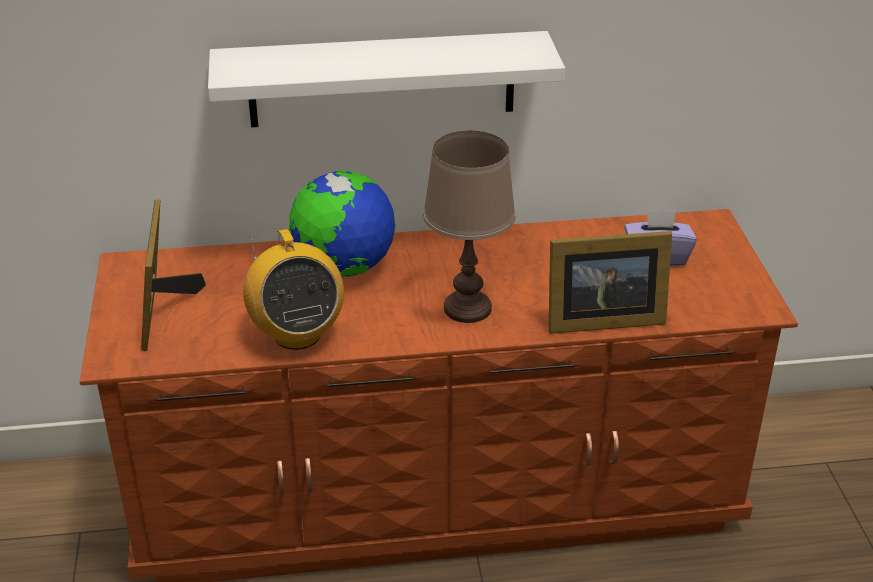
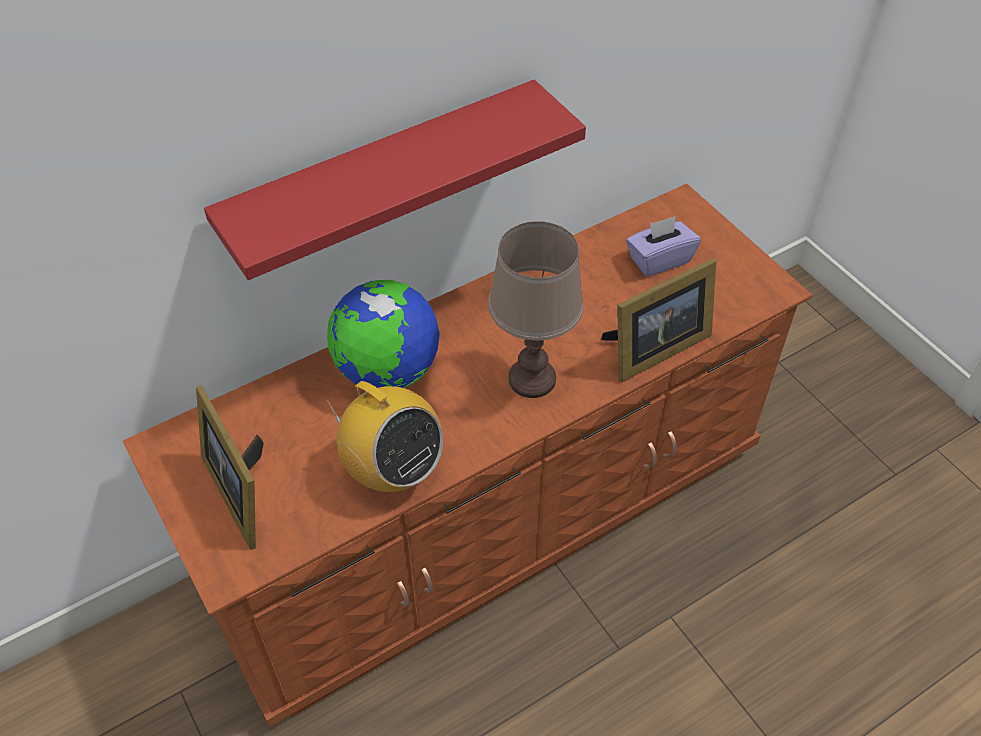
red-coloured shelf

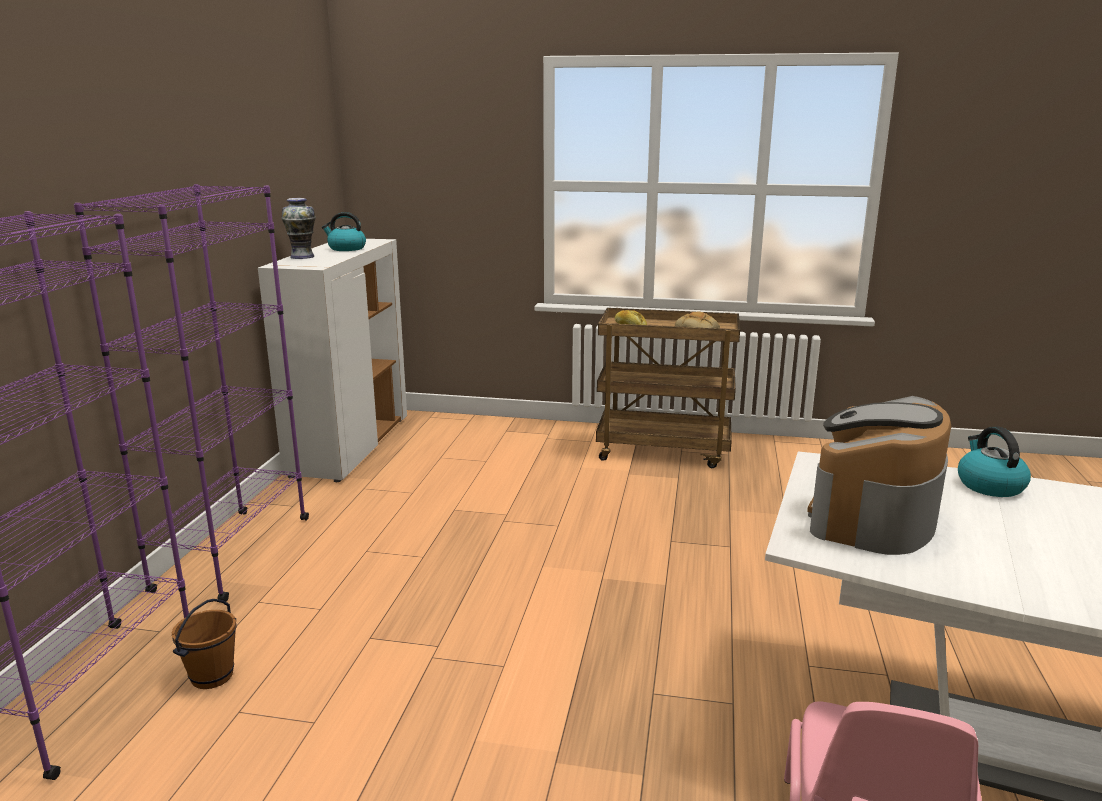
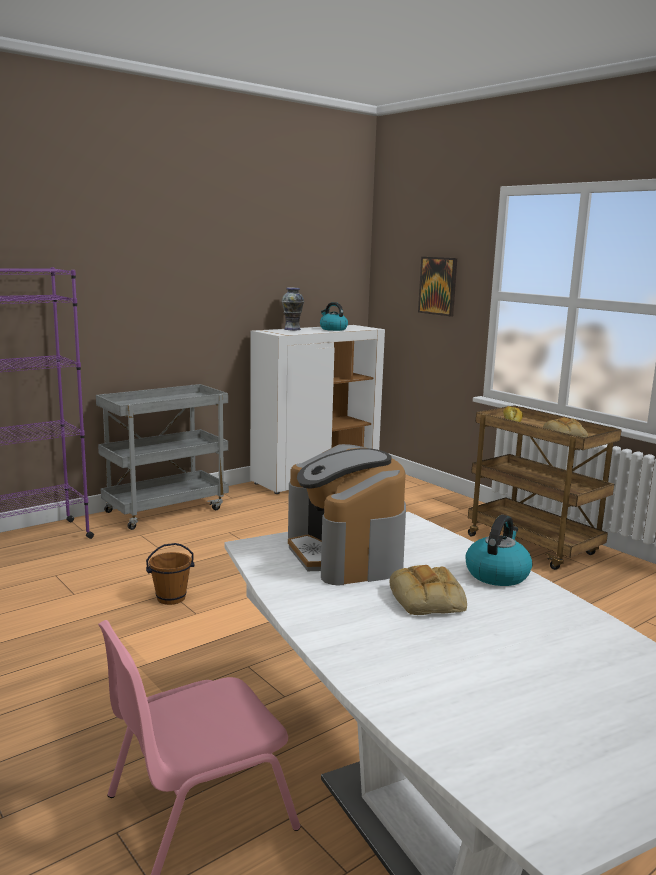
bakery bread (no. 1 from left)
wall art
brownish pail
grey trolley
coffee brewer

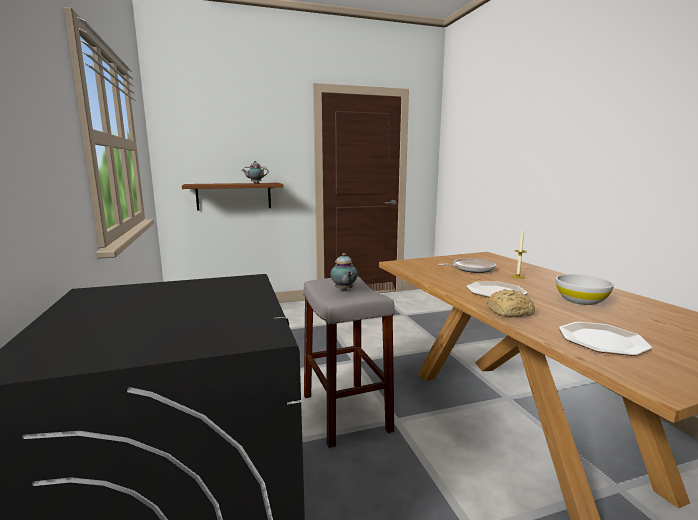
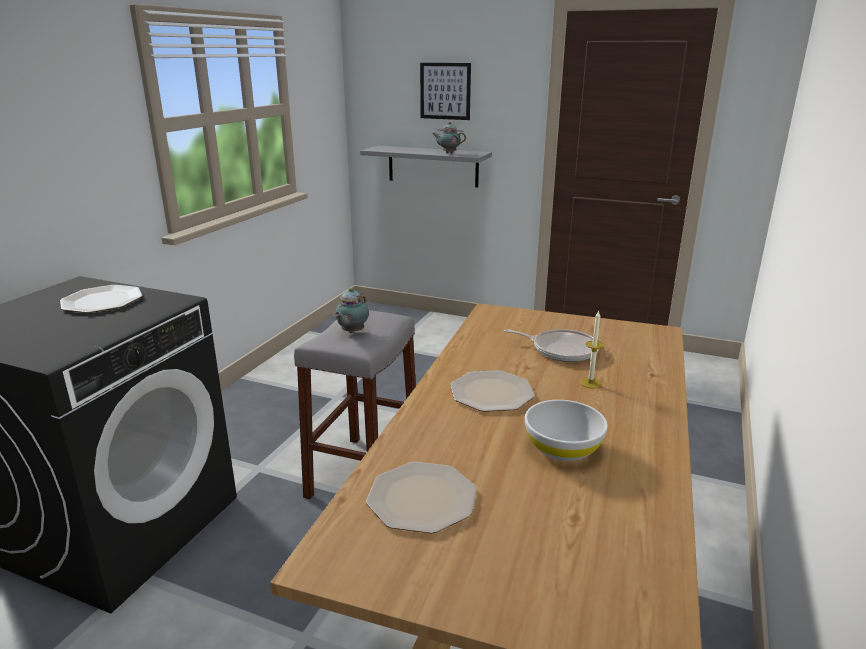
bakery bread
flat dish (no. 1 from left)
wall art
grey shelf

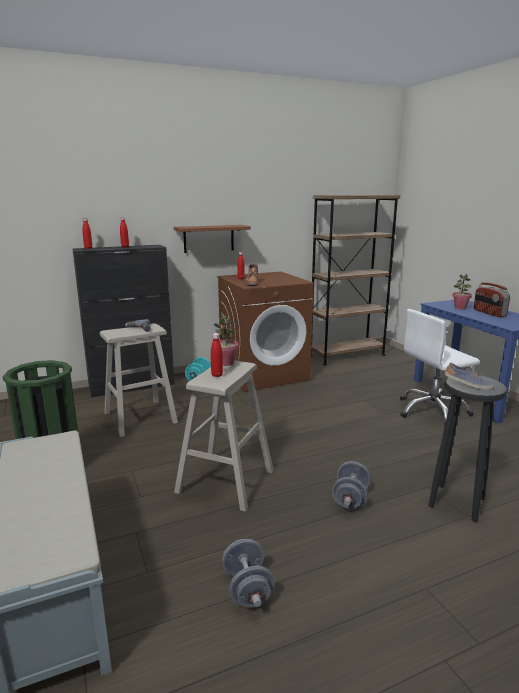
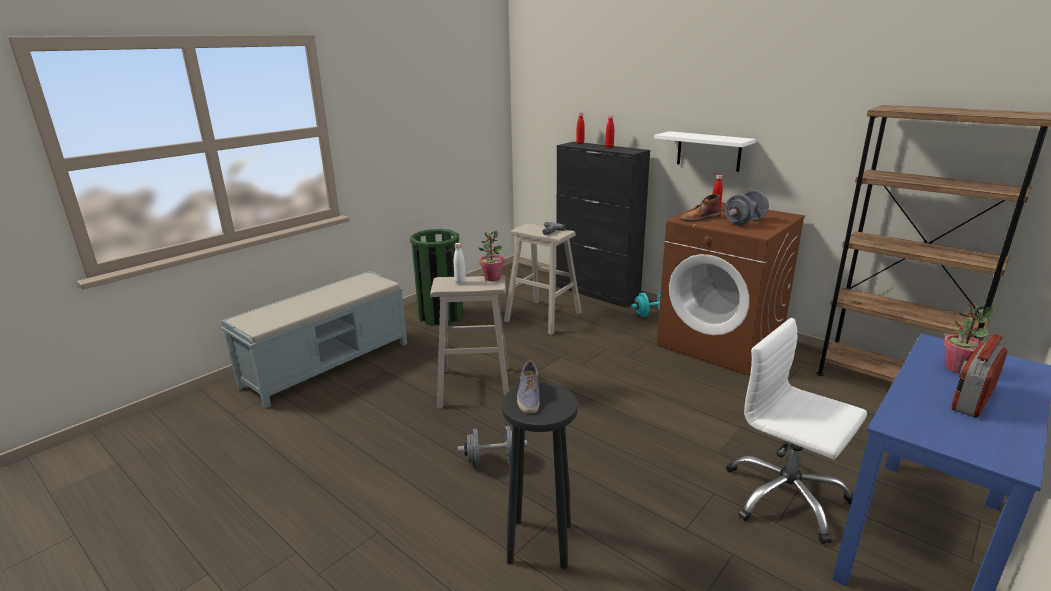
grey free weight (no. 2 from left)
whitish shelf
whitish bottle

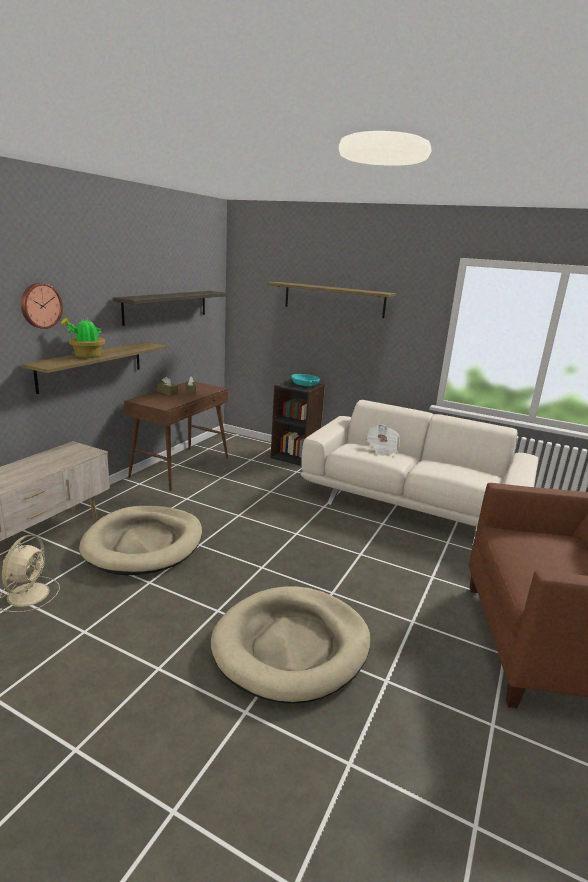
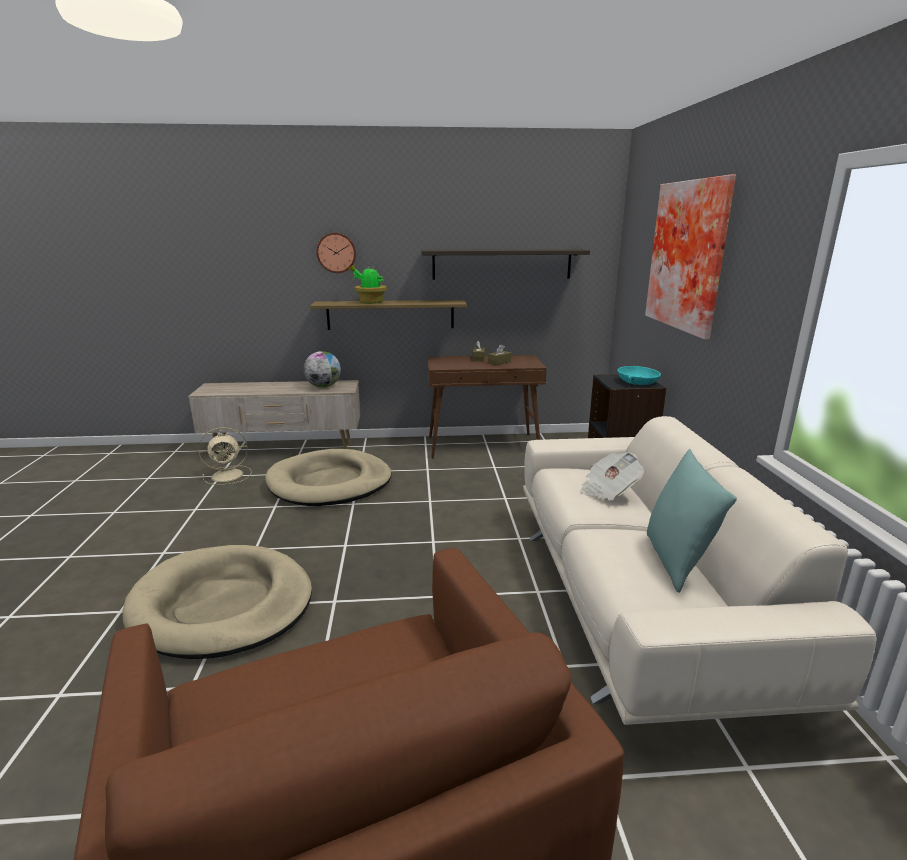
desk globe
turquoise-coloured pillow
wall art

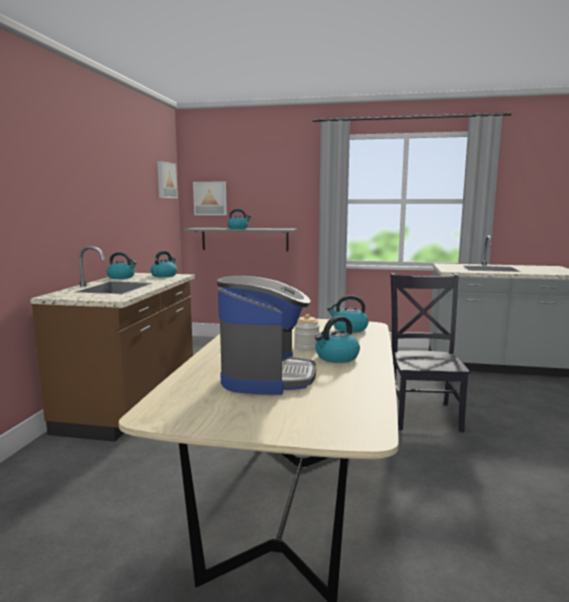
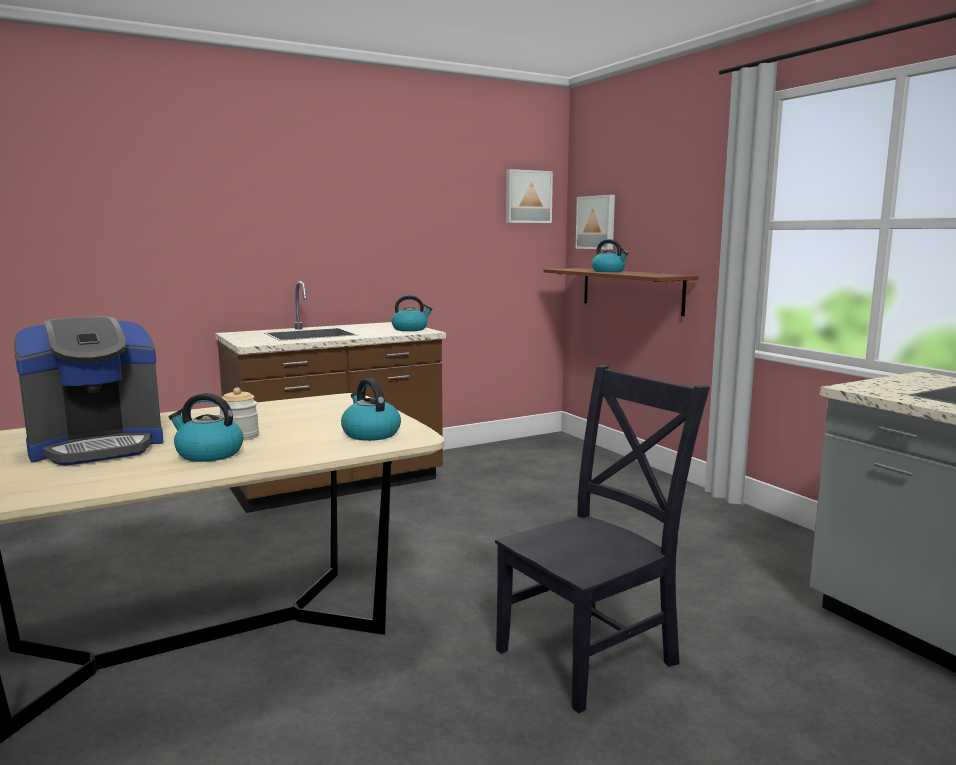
kettle (no. 1 from left in the first image)
brownish shelf

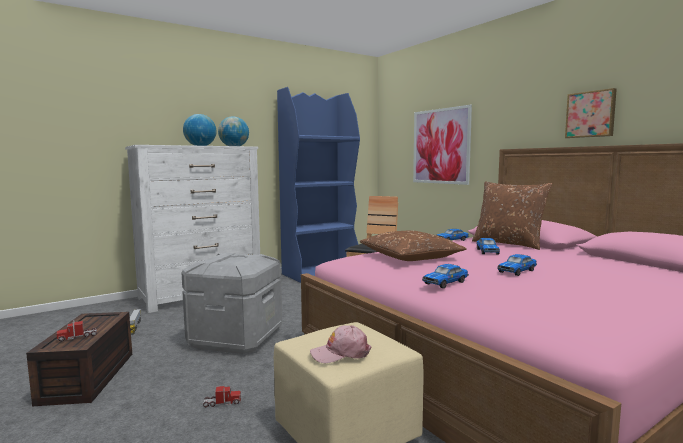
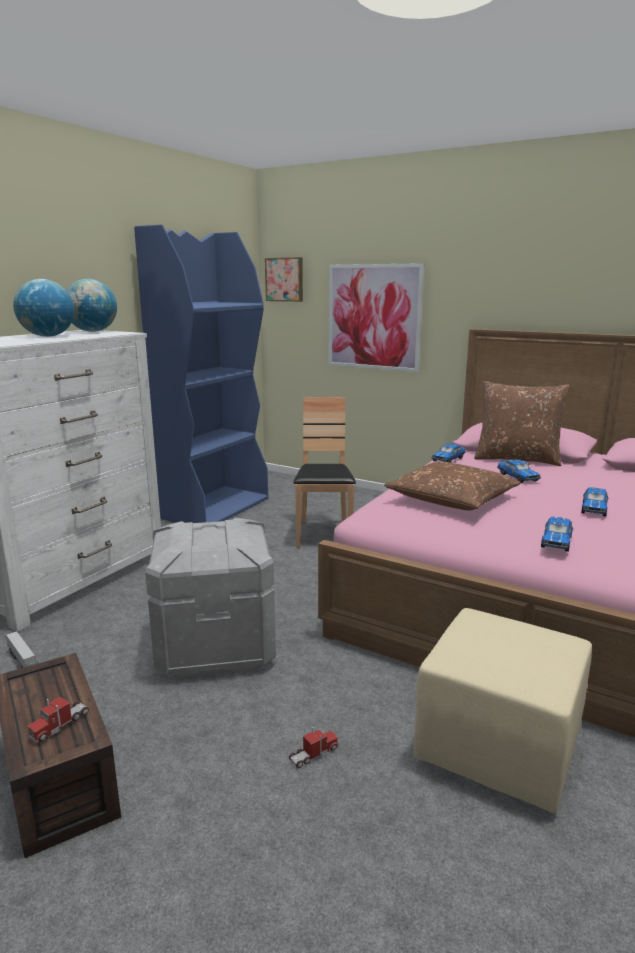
pink-coloured cap
wall art (no. 1 from left)

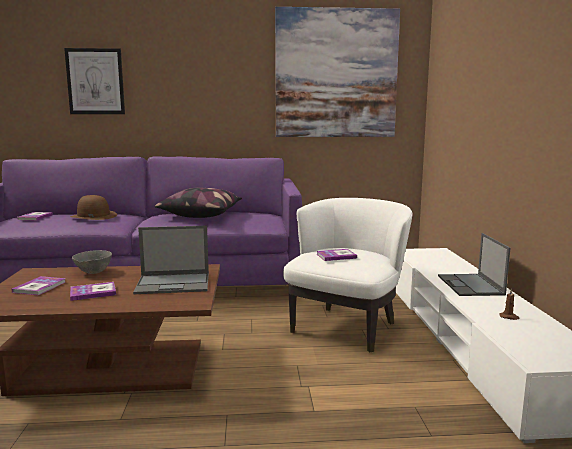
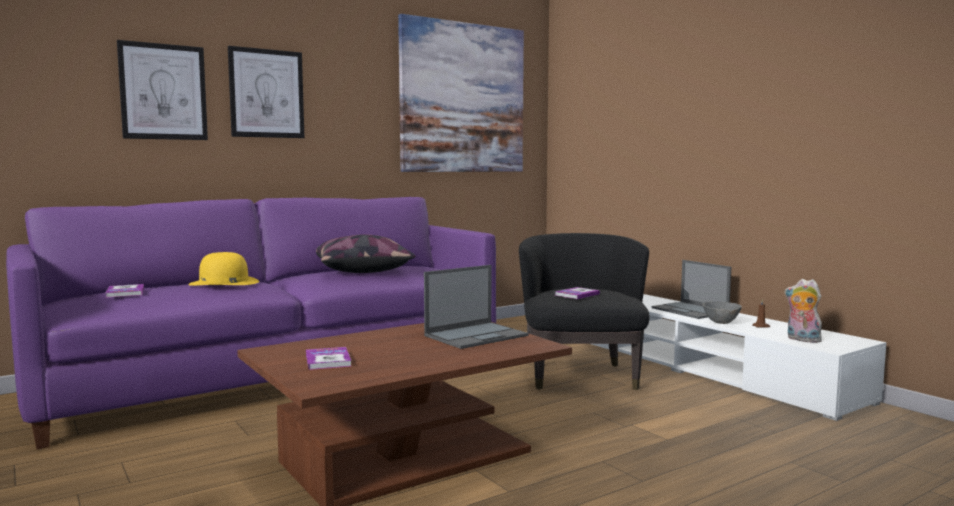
book (no. 3 from left in the first image)
wall art (no. 2 from left)
cuddly toy
grey serving bowl
yellow hat
blackish easy chair

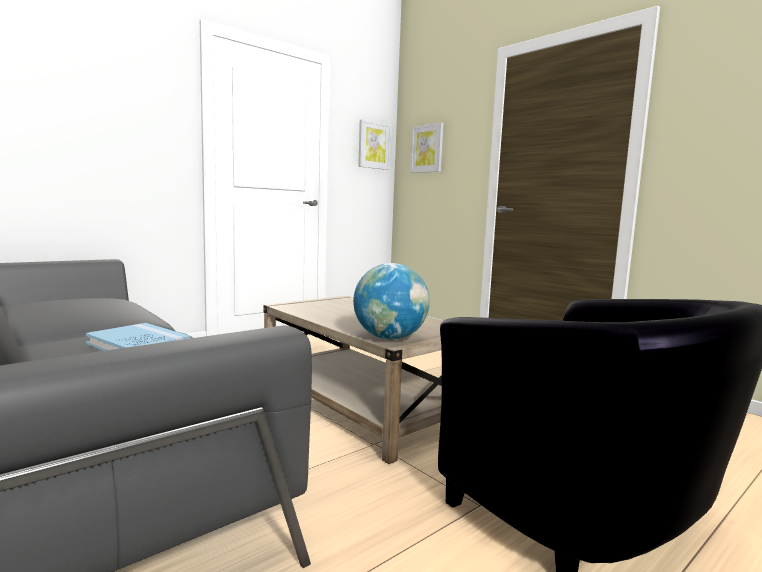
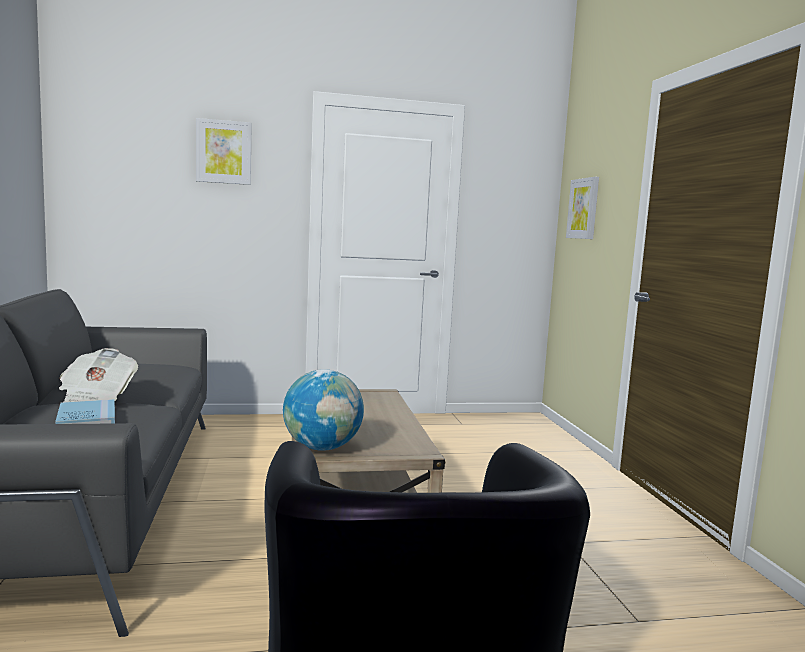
printed paper
wall art (no. 1 from left)

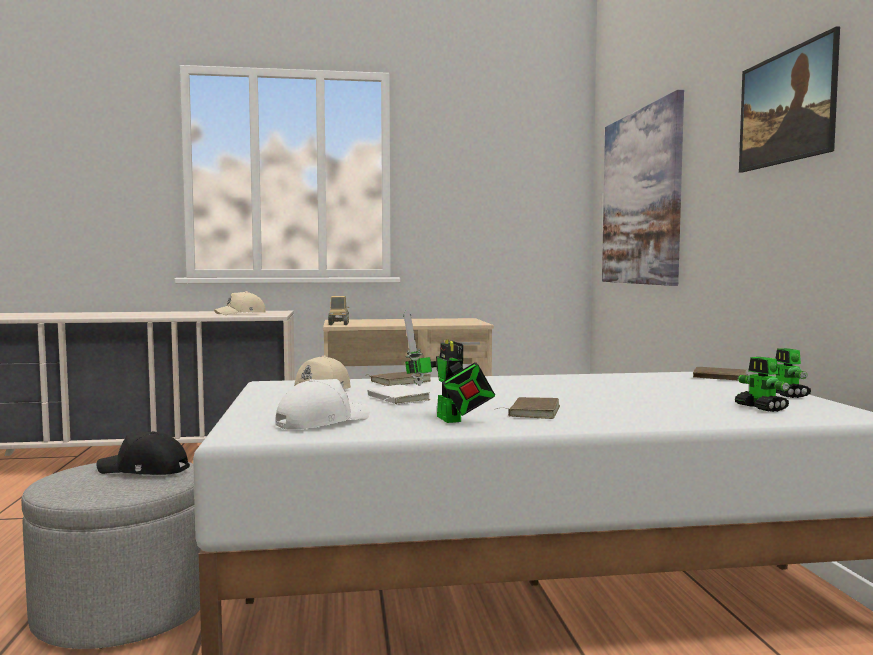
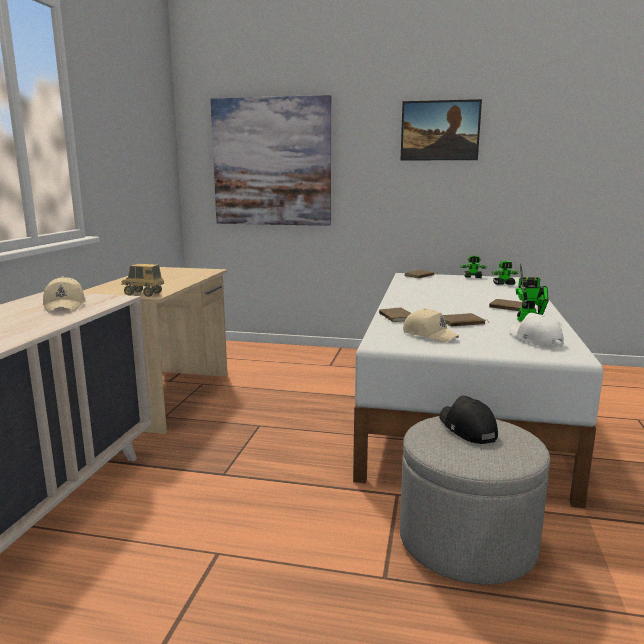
brownish book (no. 3 from left)
blackish cap

